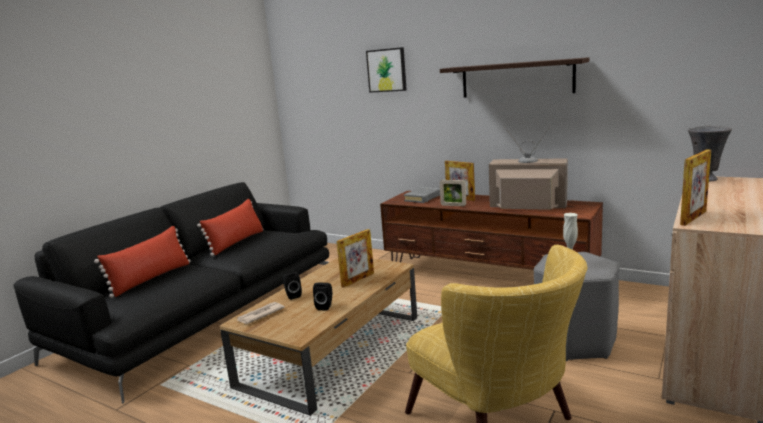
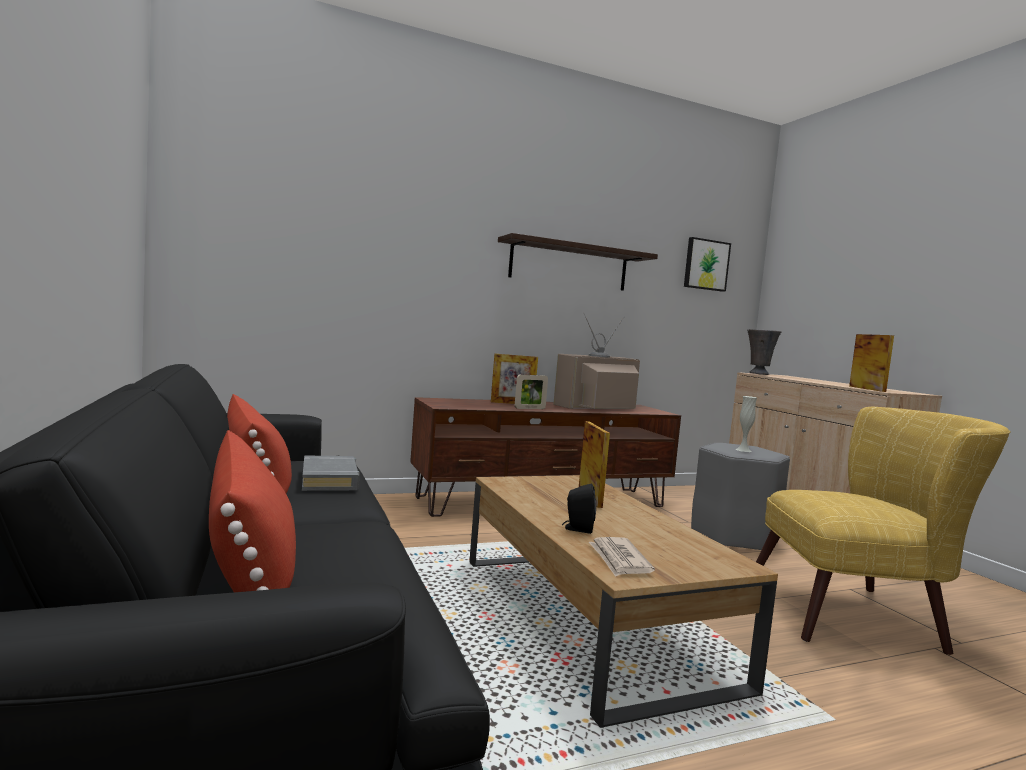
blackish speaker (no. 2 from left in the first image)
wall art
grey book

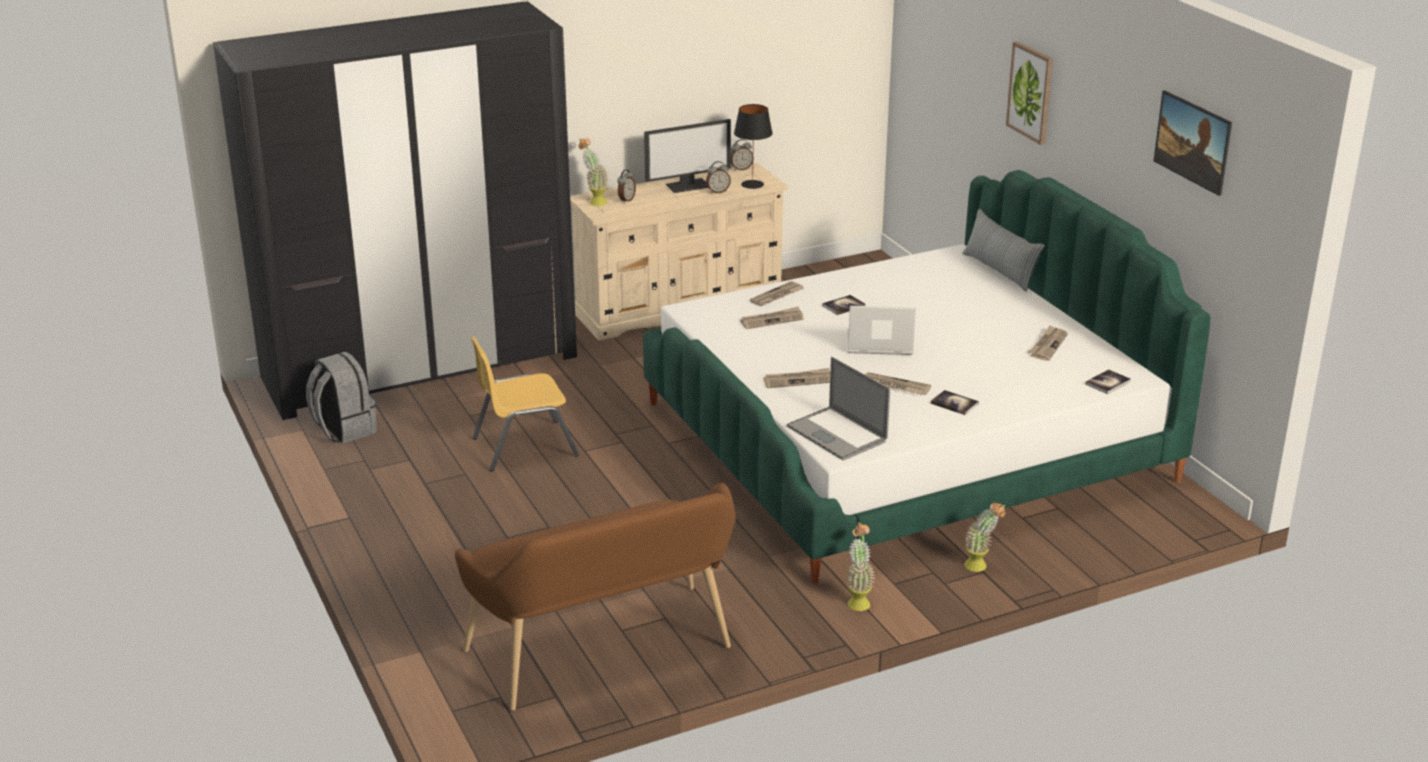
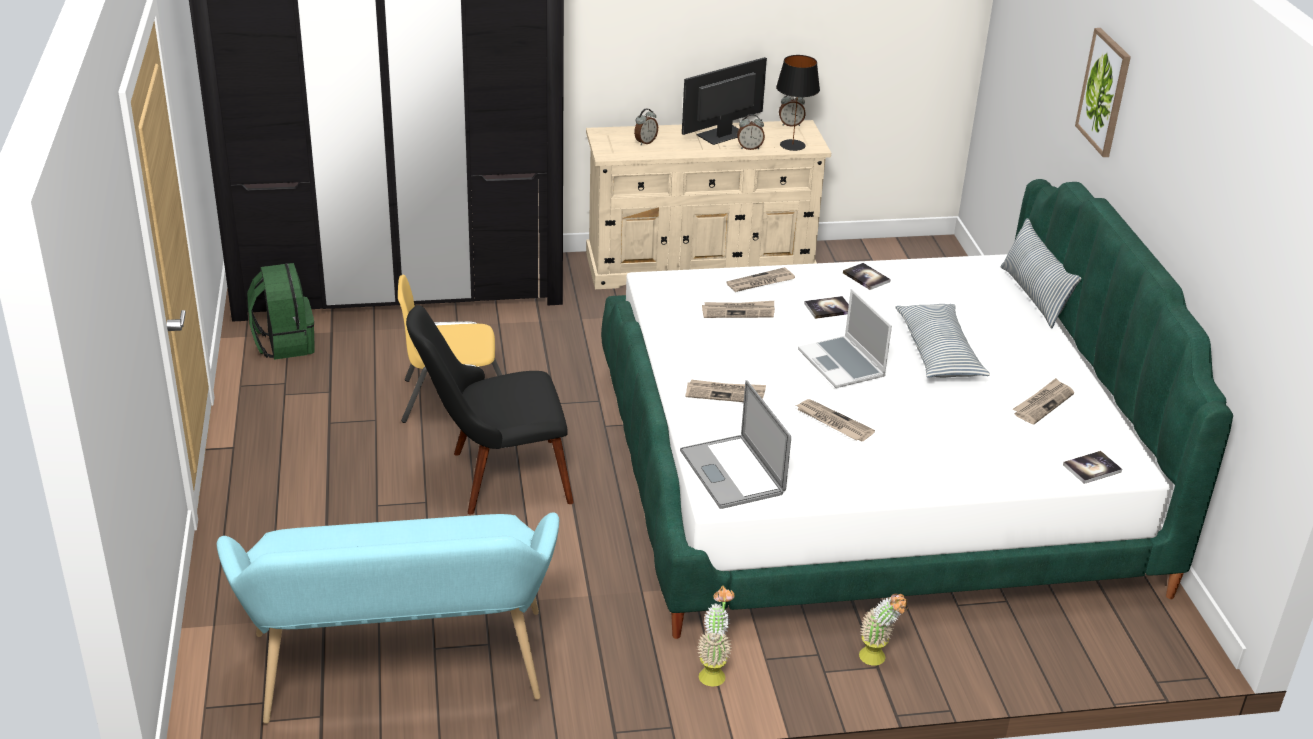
potted plant (no. 1 from left in the first image)
wall art (no. 2 from left in the first image)
blackish plain chair
pillow (no. 1 from left)
book (no. 2 from left)
green rucksack
turquoise-coloured long seat
monitor
notebook computer (no. 2 from left)

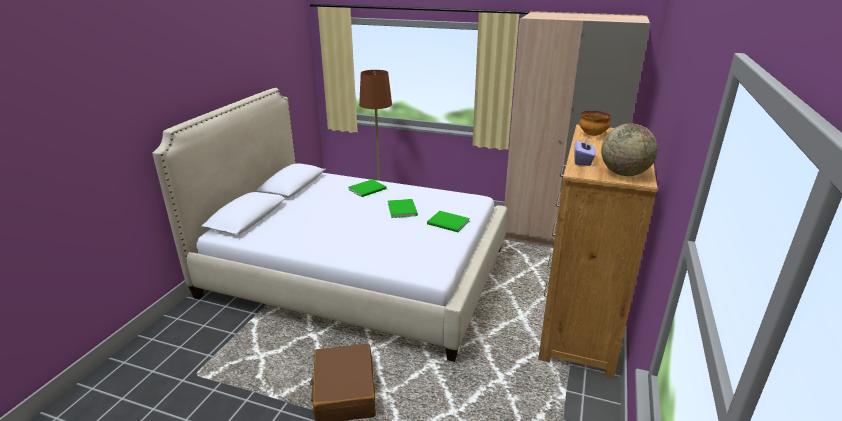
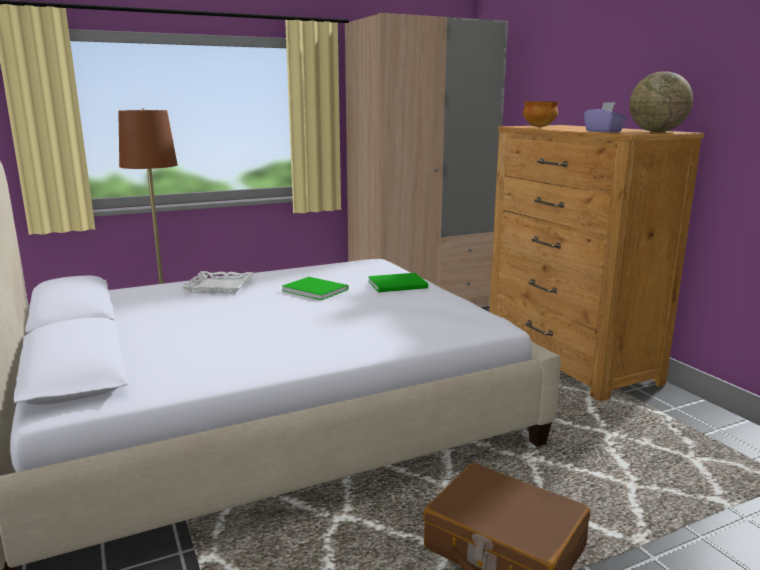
whitish tray

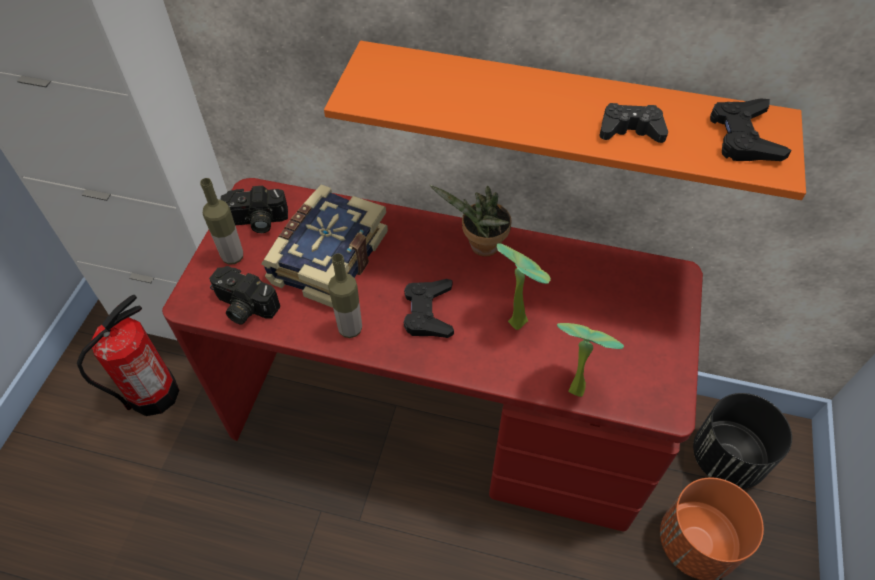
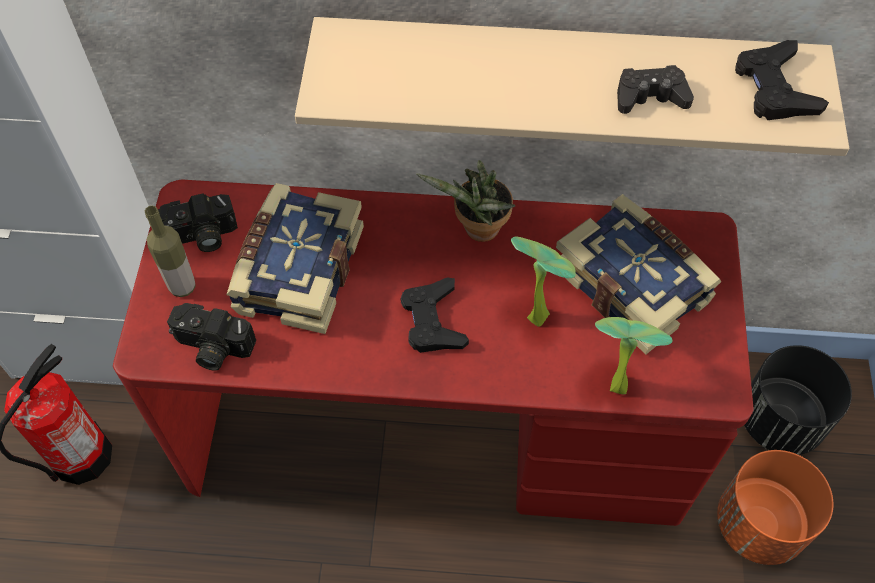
bottle (no. 2 from left in the first image)
book (no. 2 from left)
beige shelf

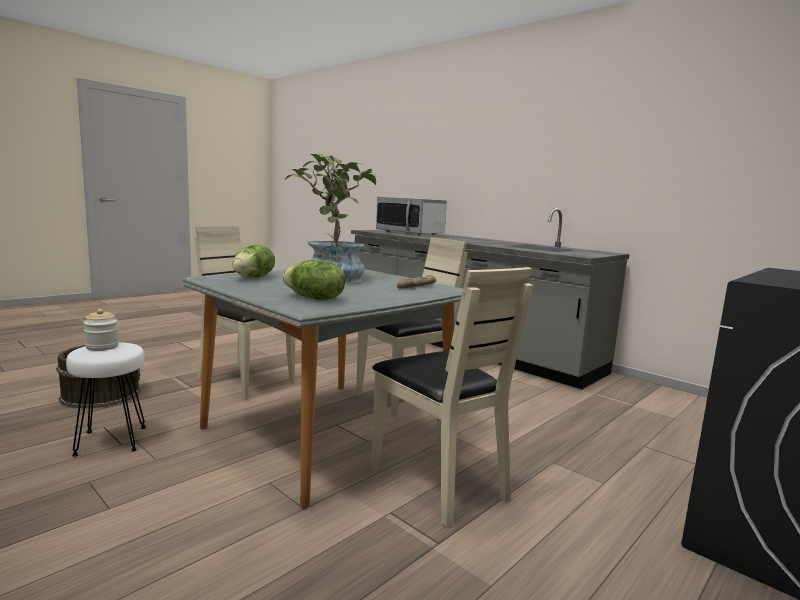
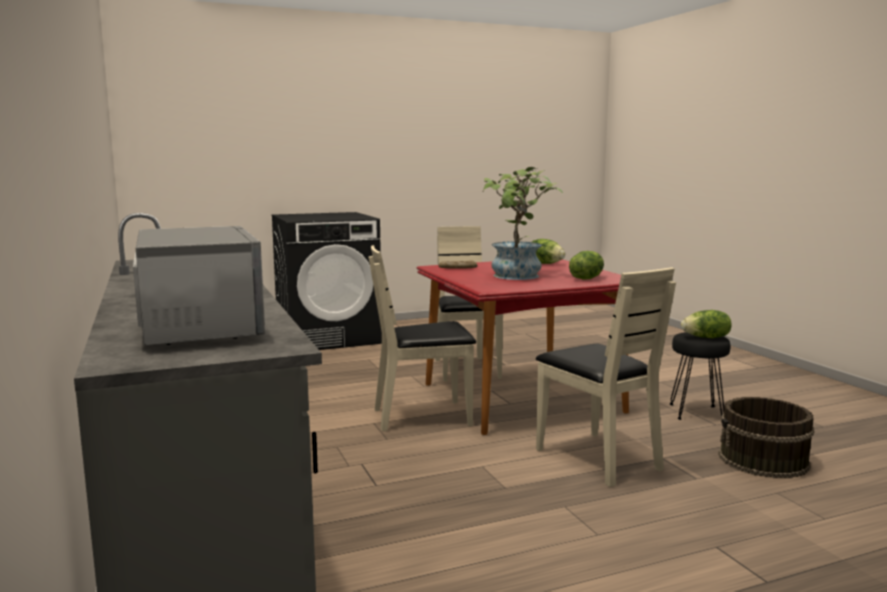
head of lettuce (no. 3 from left)
blackish sitting stool
red-coloured kitchen table

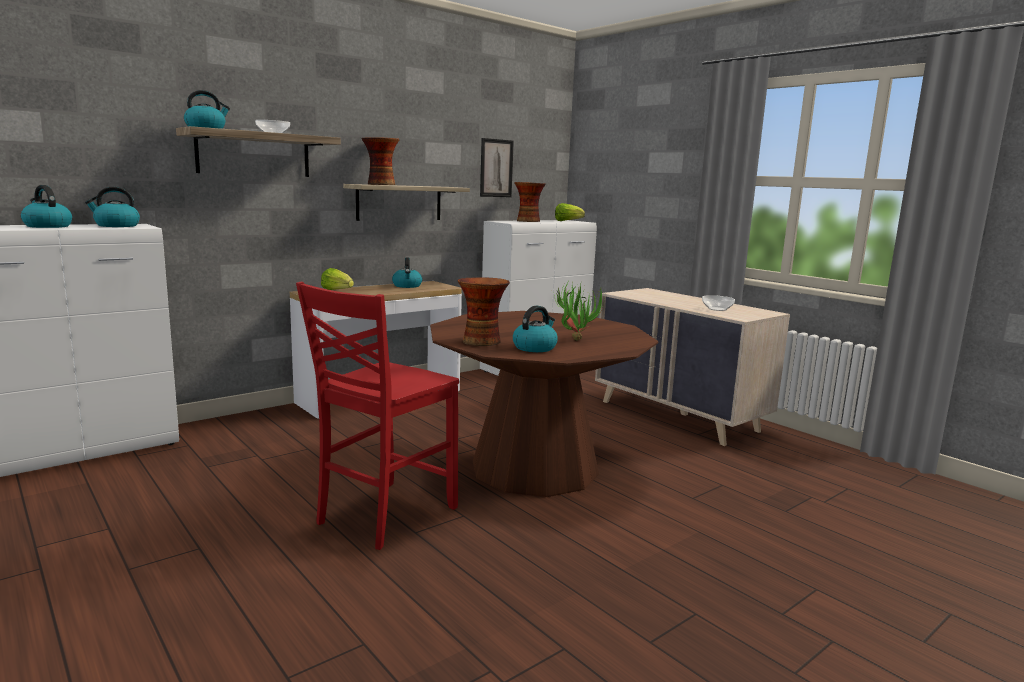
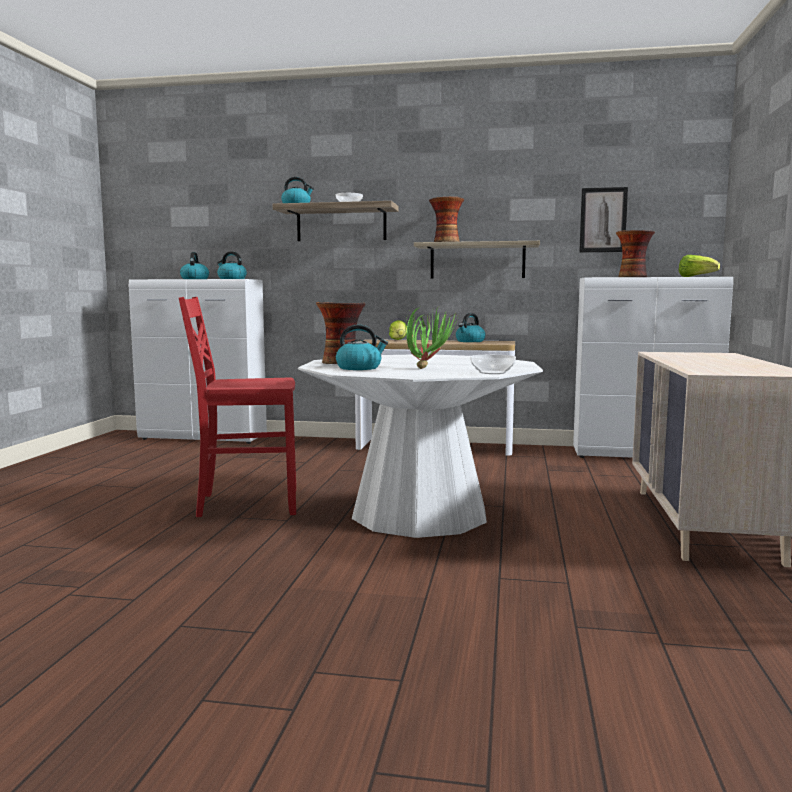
serving bowl (no. 2 from left)
whitish kitchen table

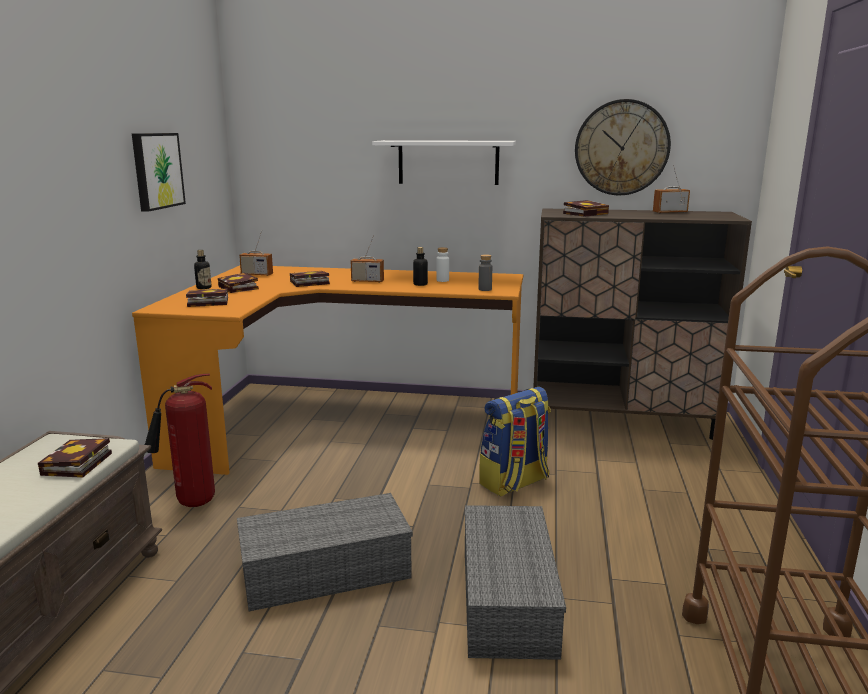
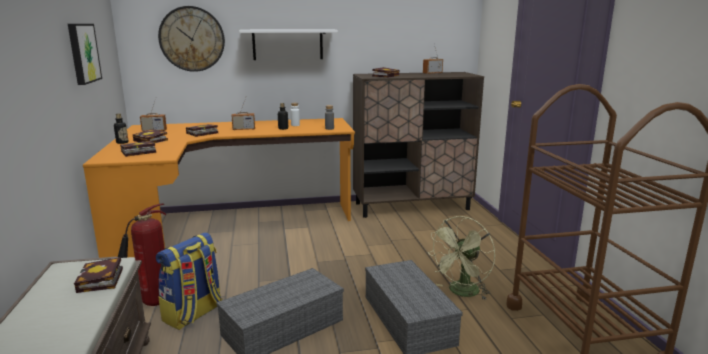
green fan
rucksack
clock on the wall

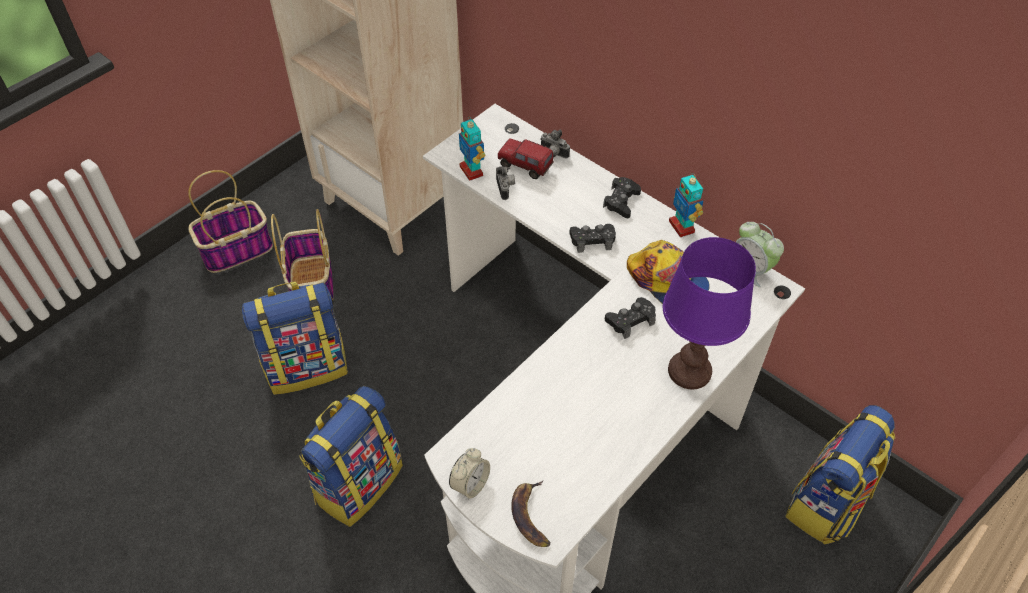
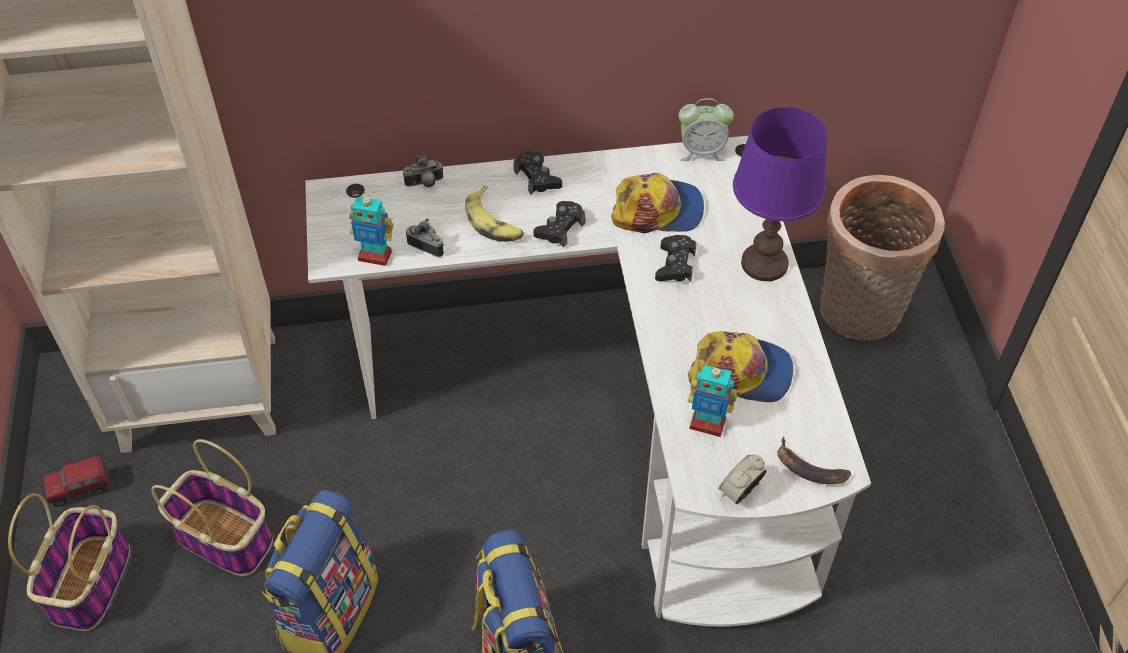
banana (no. 1 from left)
cap (no. 2 from left)
toy truck
model robot (no. 2 from left)
storage basket (no. 3 from left)
alarm clock (no. 2 from left)

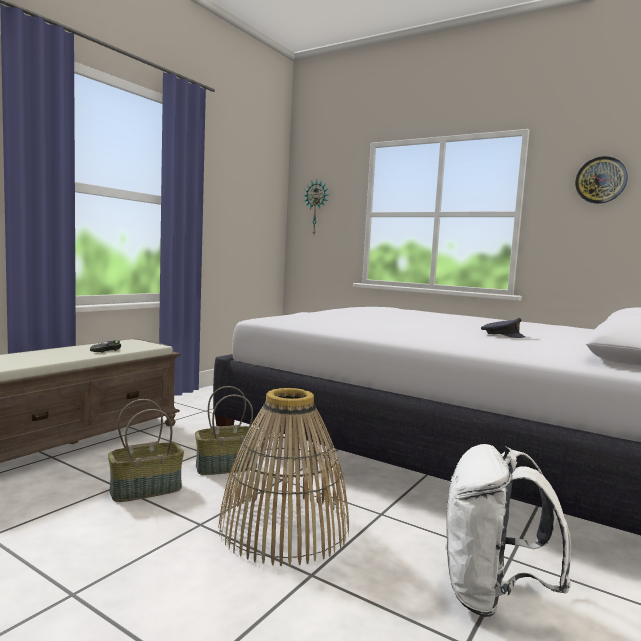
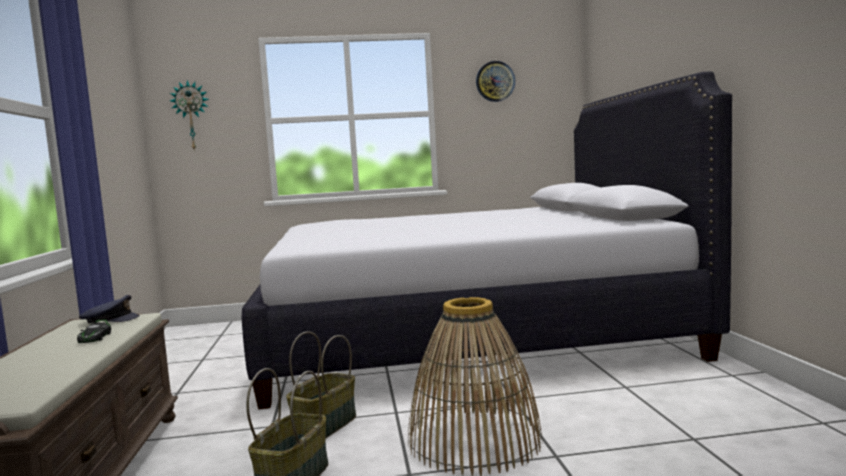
whitish rucksack
grey cap

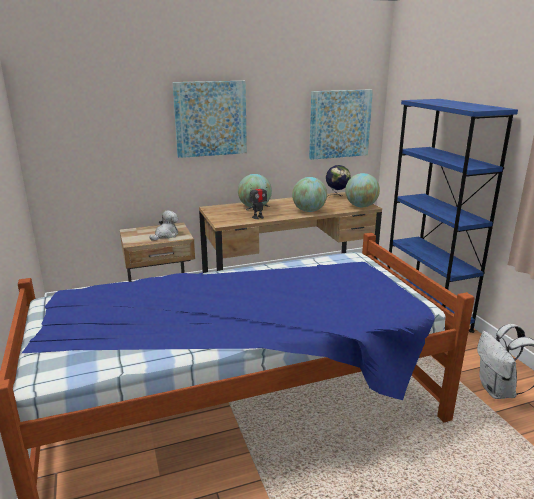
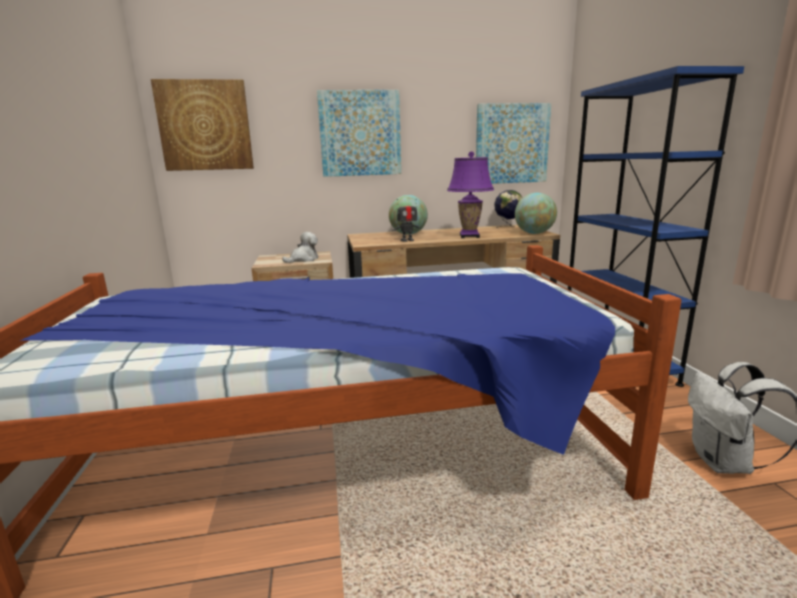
wall art (no. 1 from left)
purple-coloured table lamp

